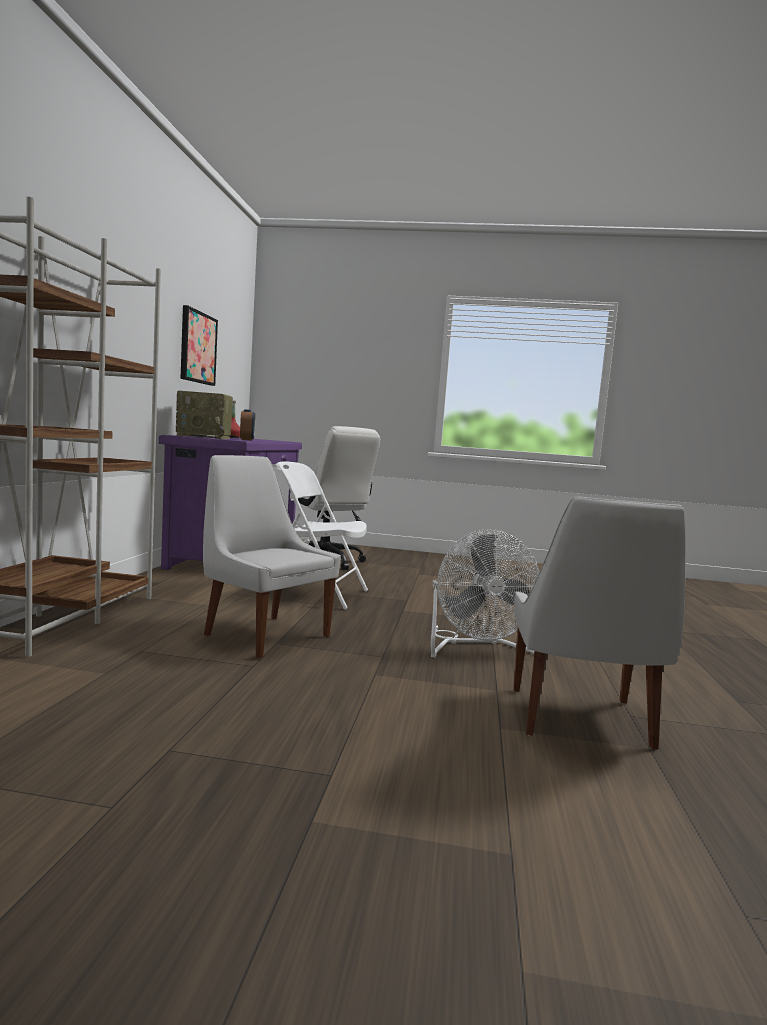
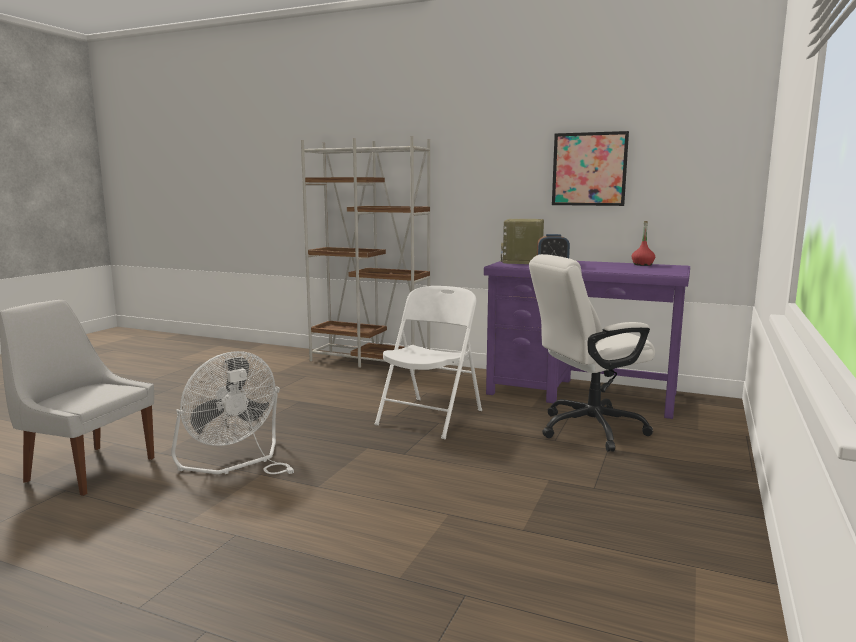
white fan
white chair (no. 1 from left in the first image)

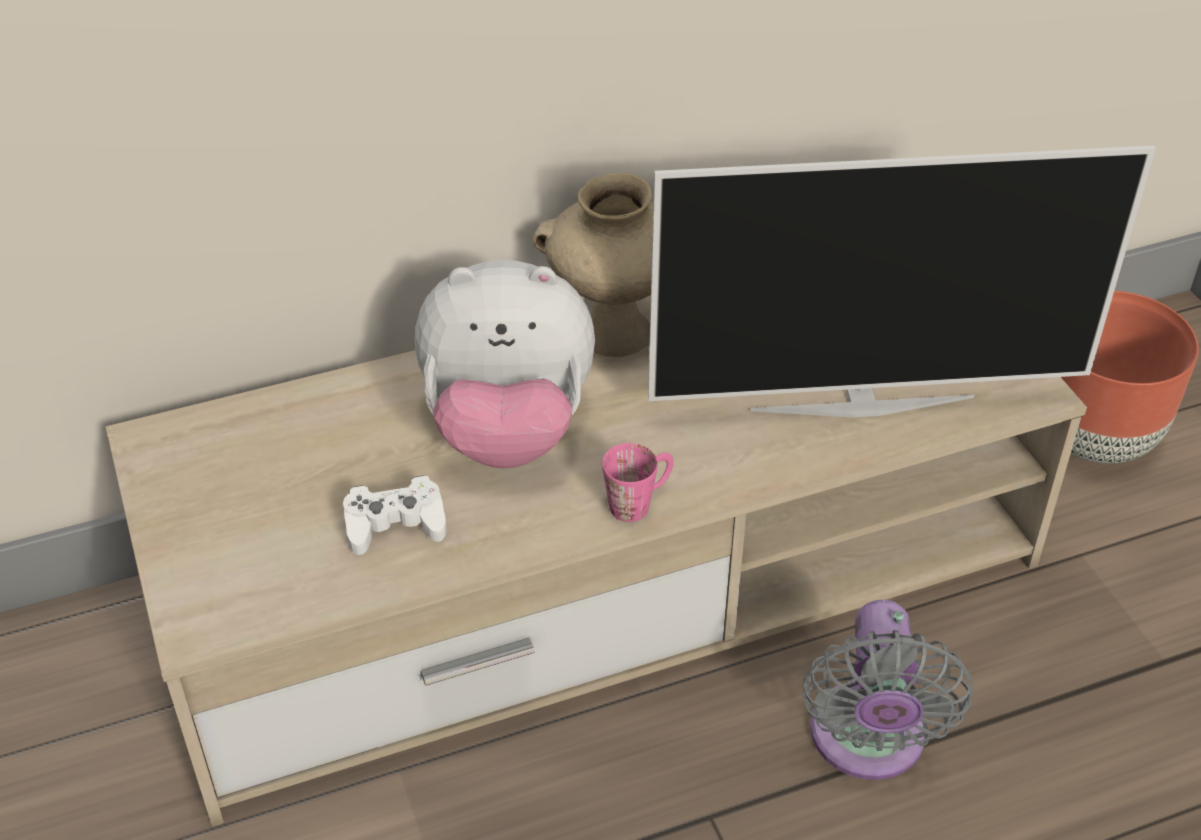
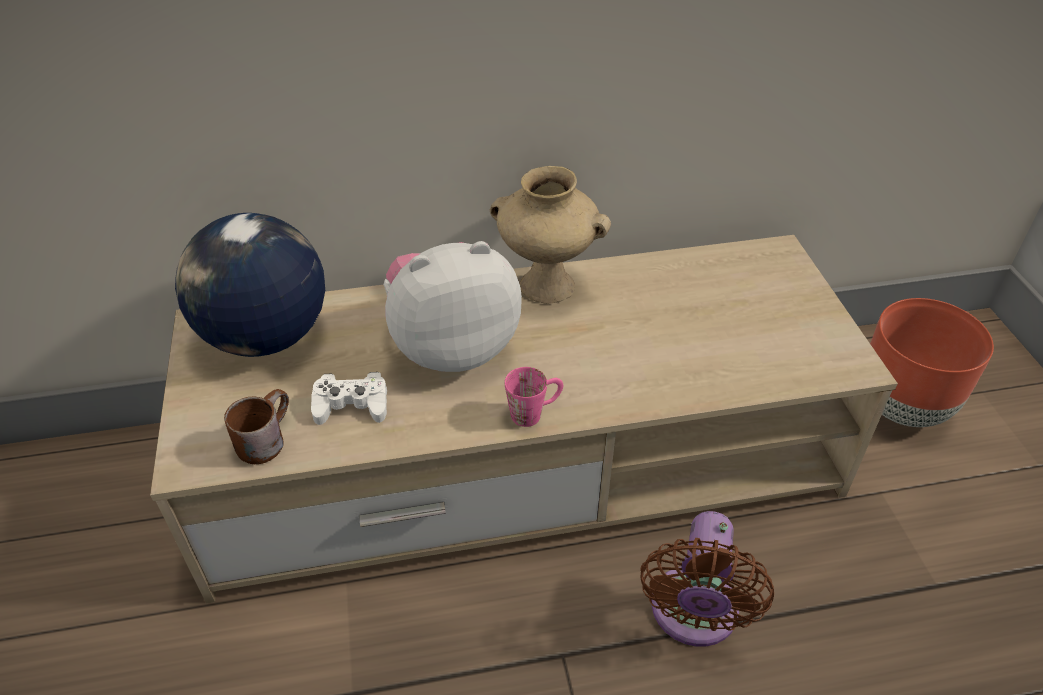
globe
brown mug
plush toy
brown fan
television

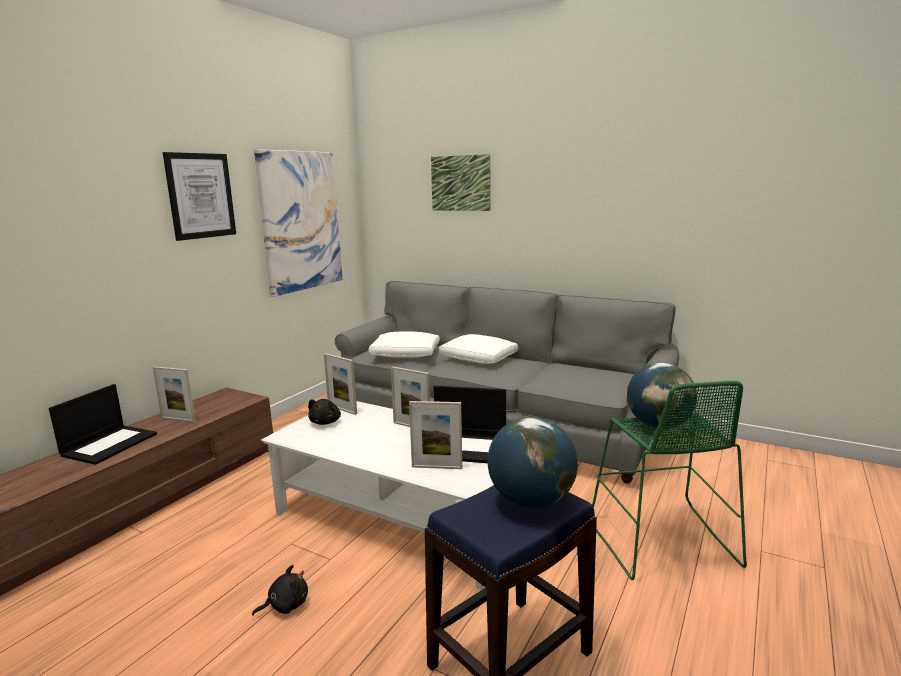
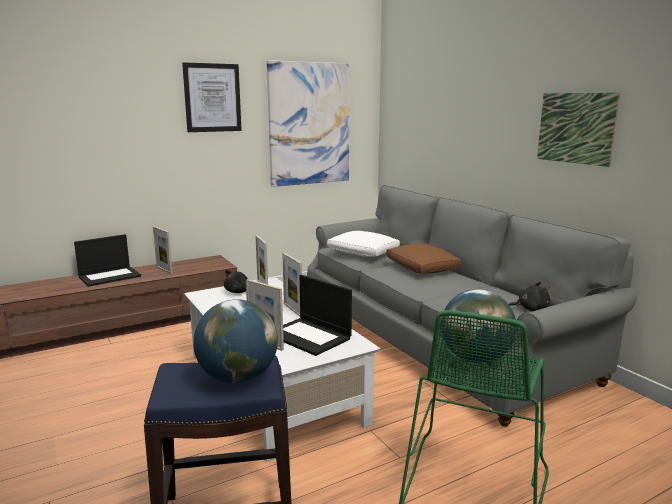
brown pillow
black plush toy (no. 2 from left)
picture (no. 3 from left)

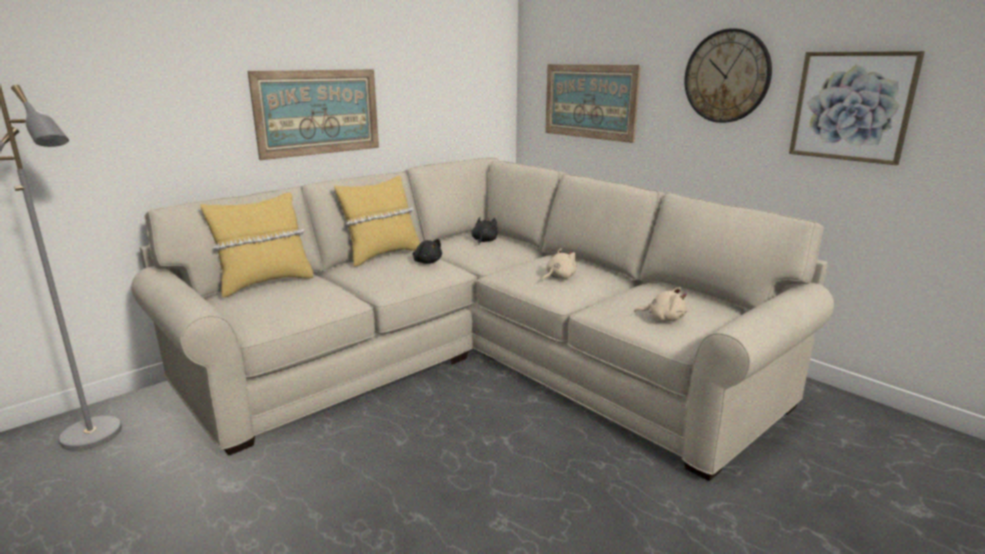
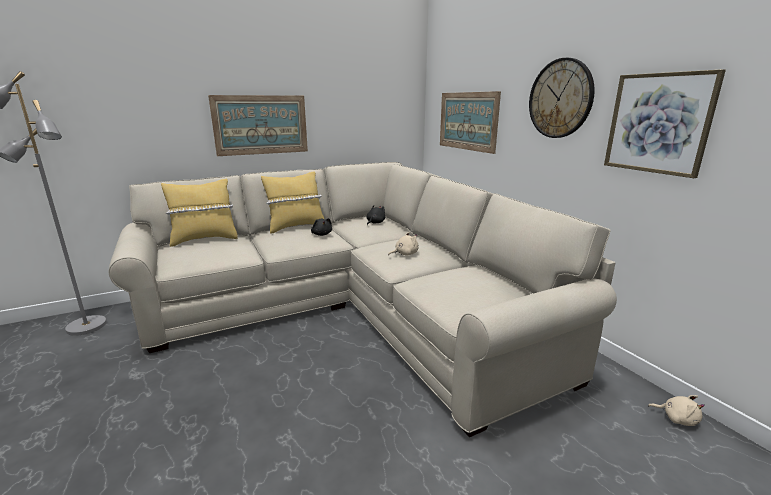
beige plush toy (no. 2 from left)

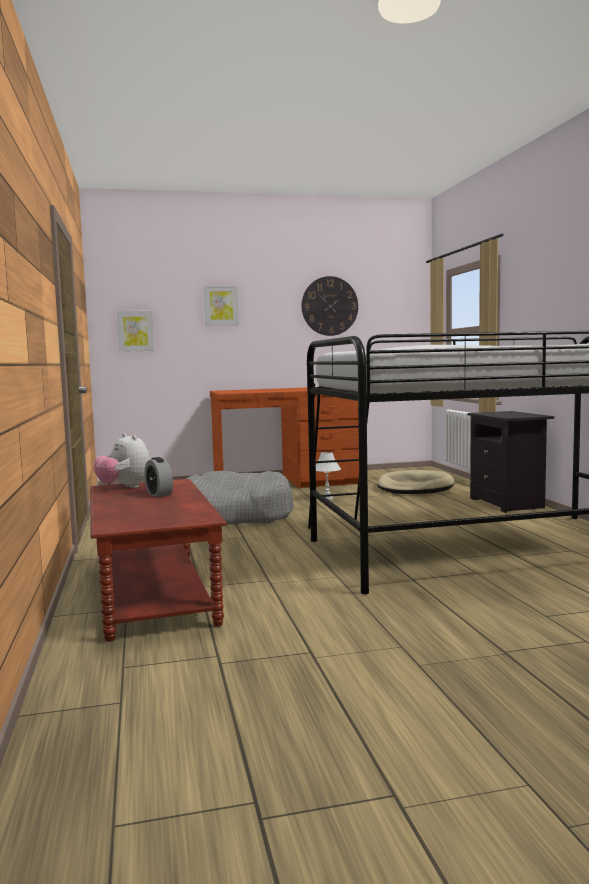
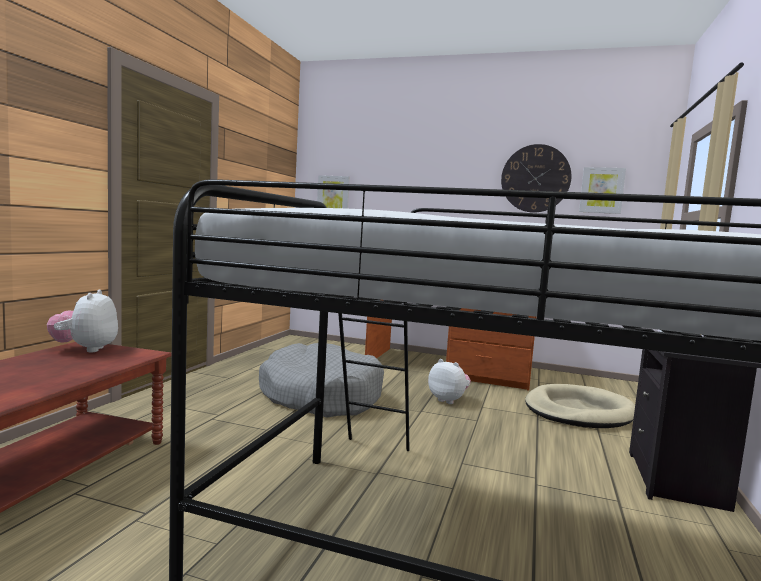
plush toy (no. 2 from left)
picture (no. 2 from left)
alarm clock

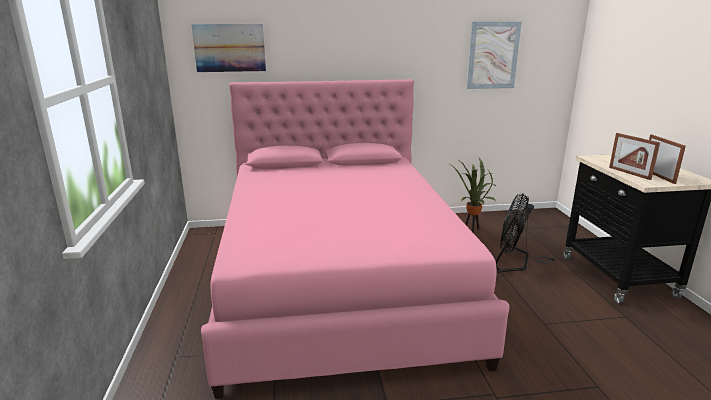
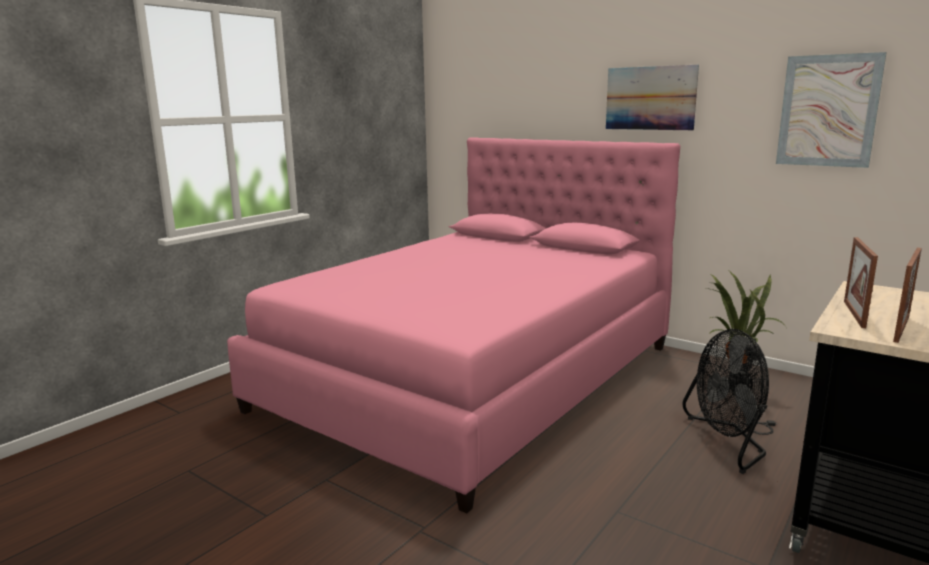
picture (no. 1 from left)
black fan

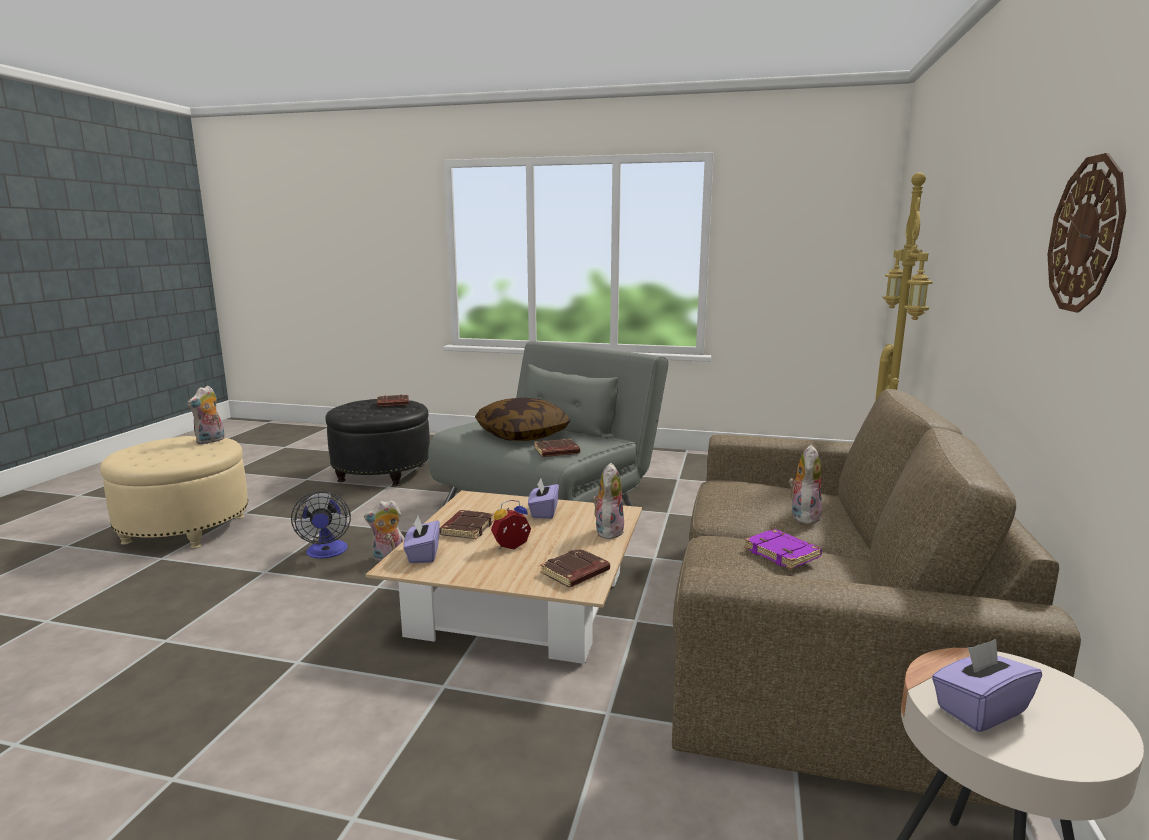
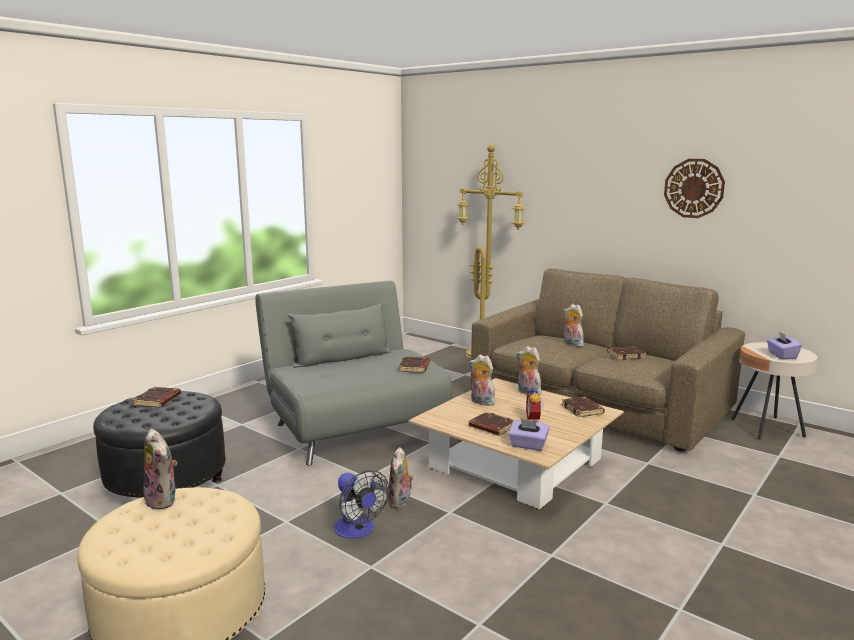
fan
plush toy (no. 3 from left)
brown book (no. 5 from left)
pillow

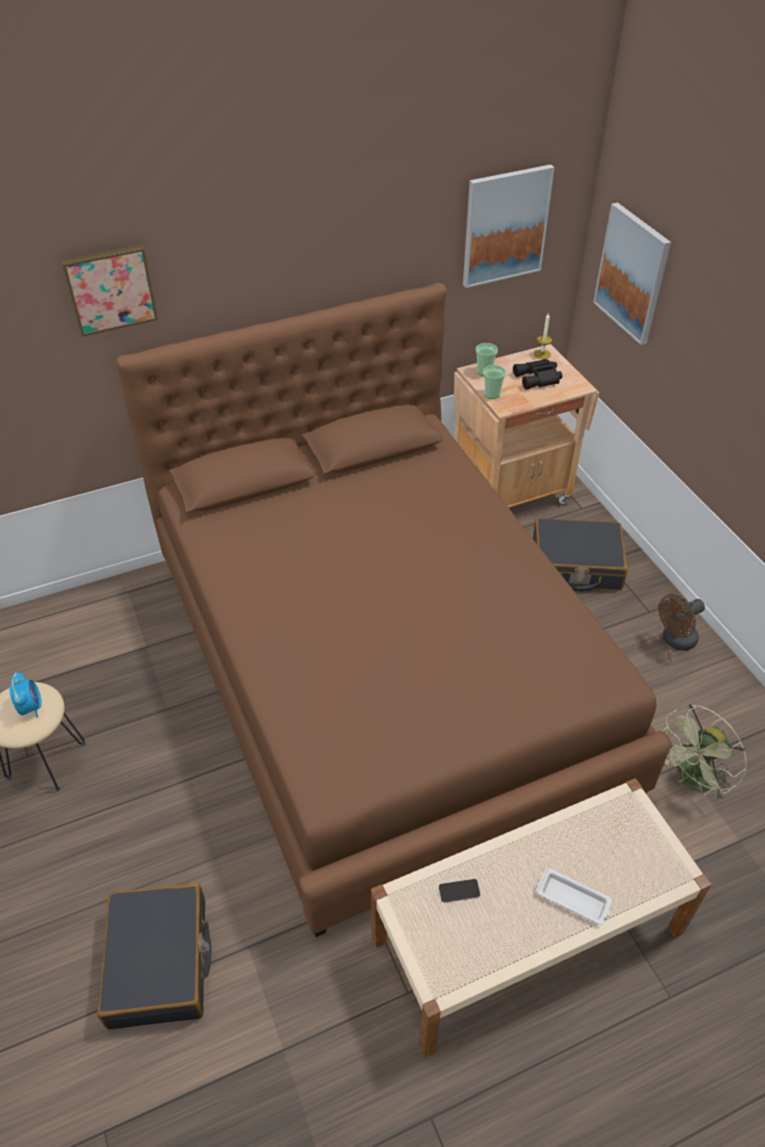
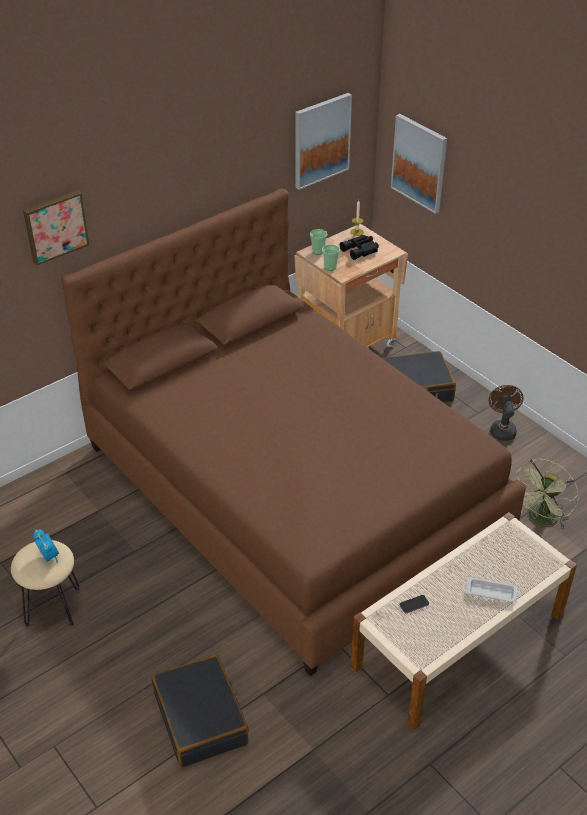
brown fan

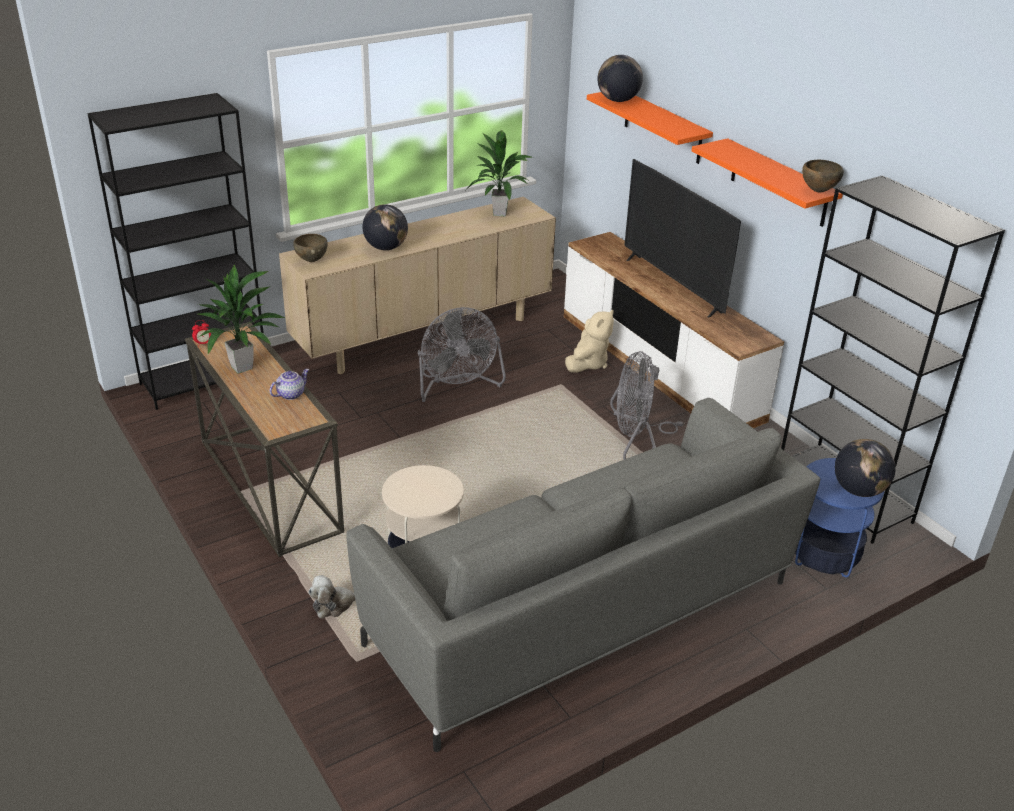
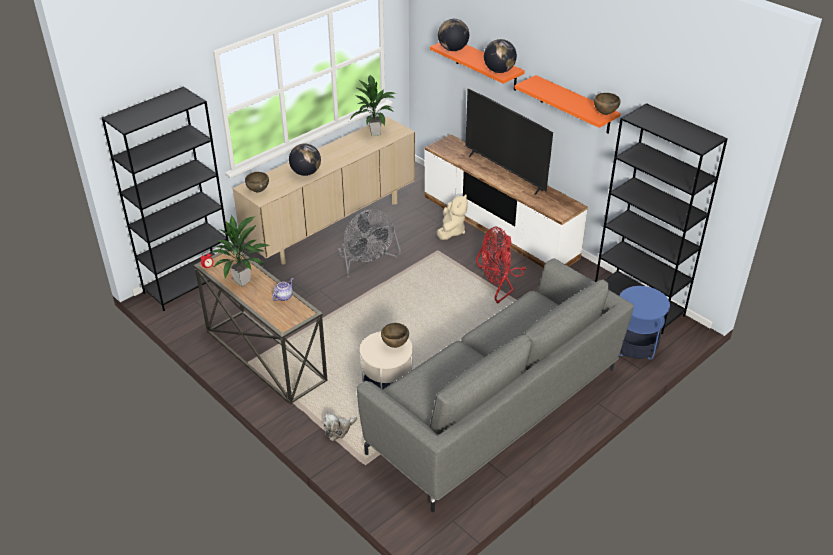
brown bowl (no. 2 from left)
red fan
globe (no. 3 from left)

